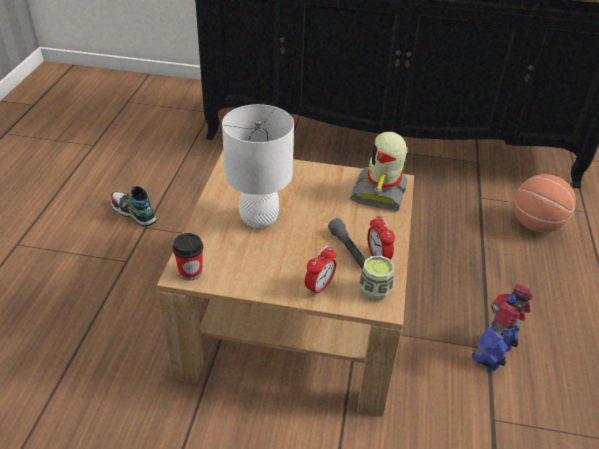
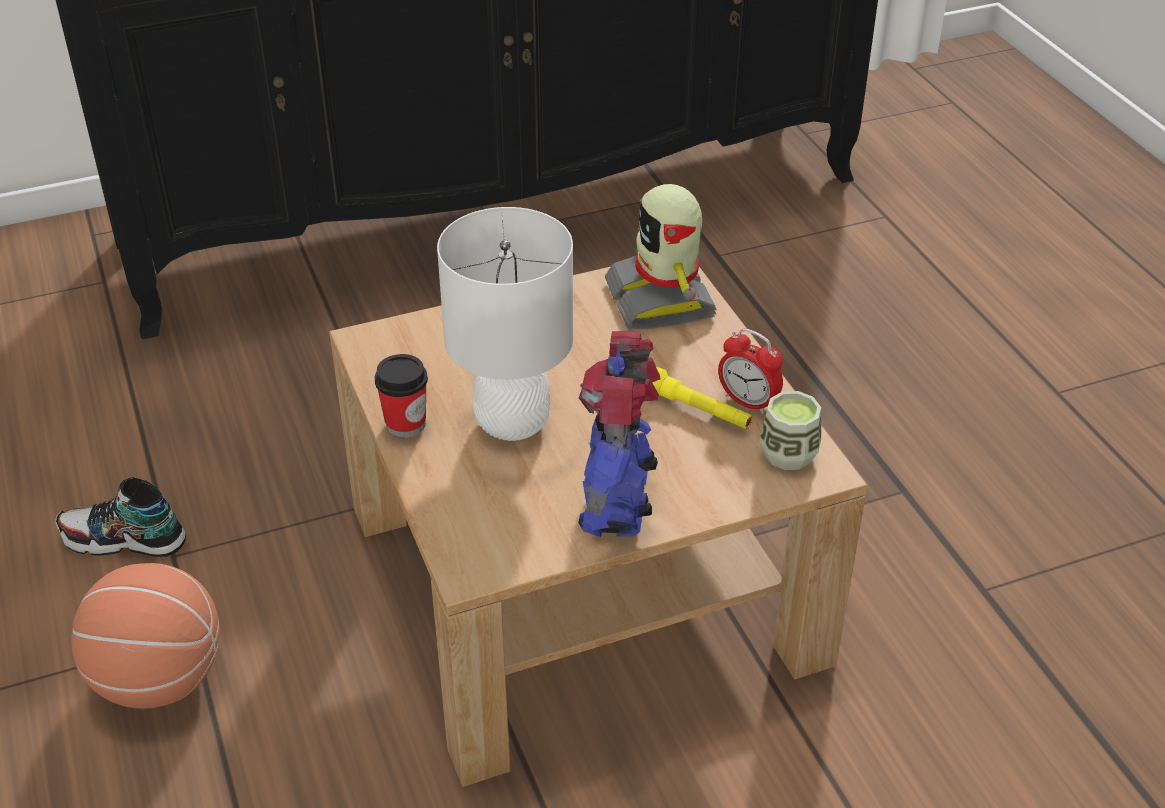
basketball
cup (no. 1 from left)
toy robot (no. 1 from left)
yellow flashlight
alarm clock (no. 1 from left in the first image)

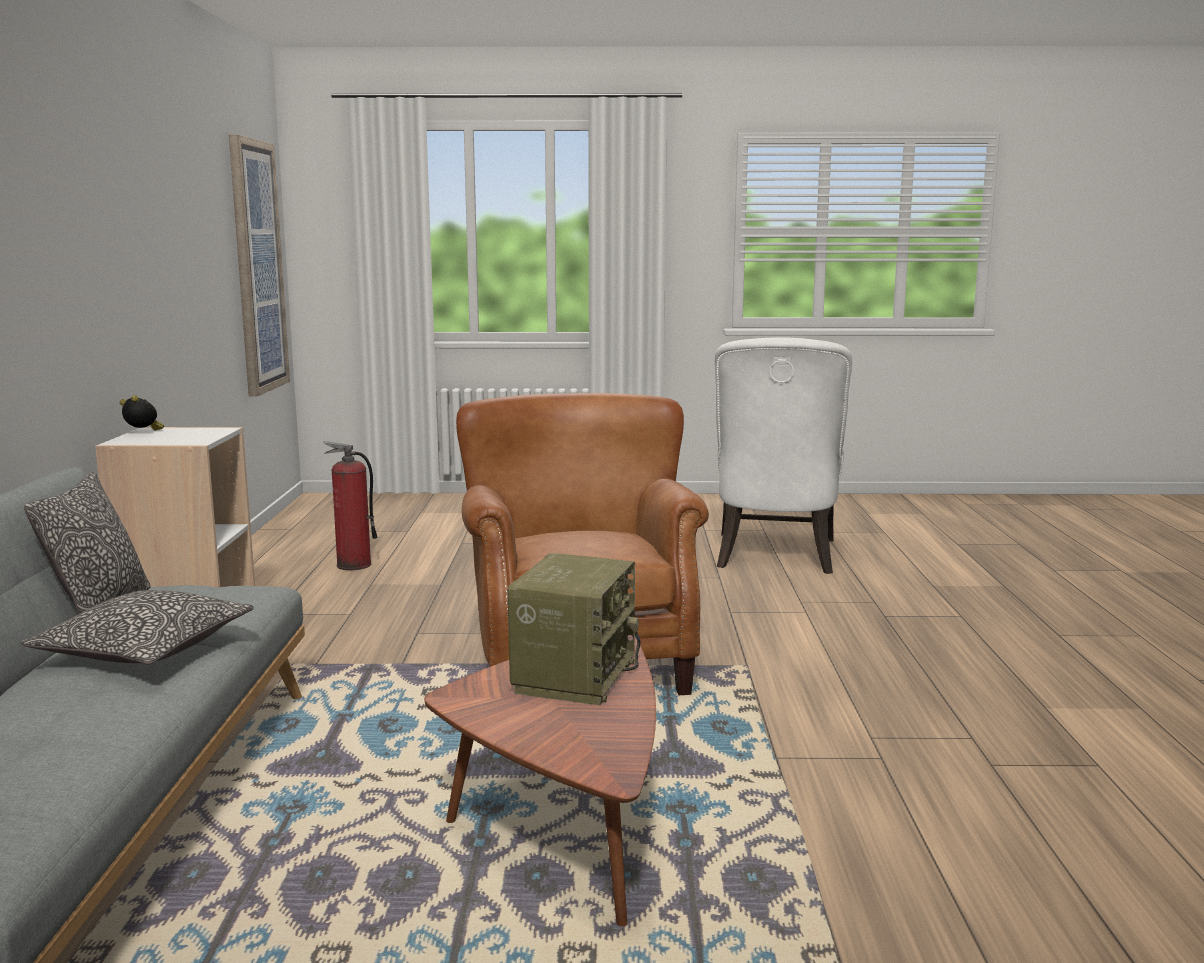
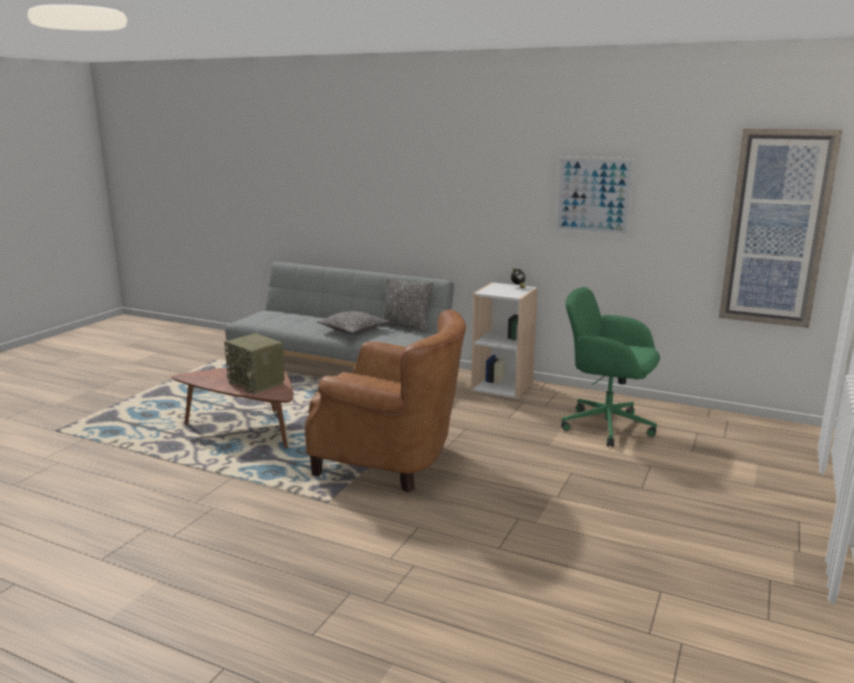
picture (no. 1 from left)
green office chair
white chair

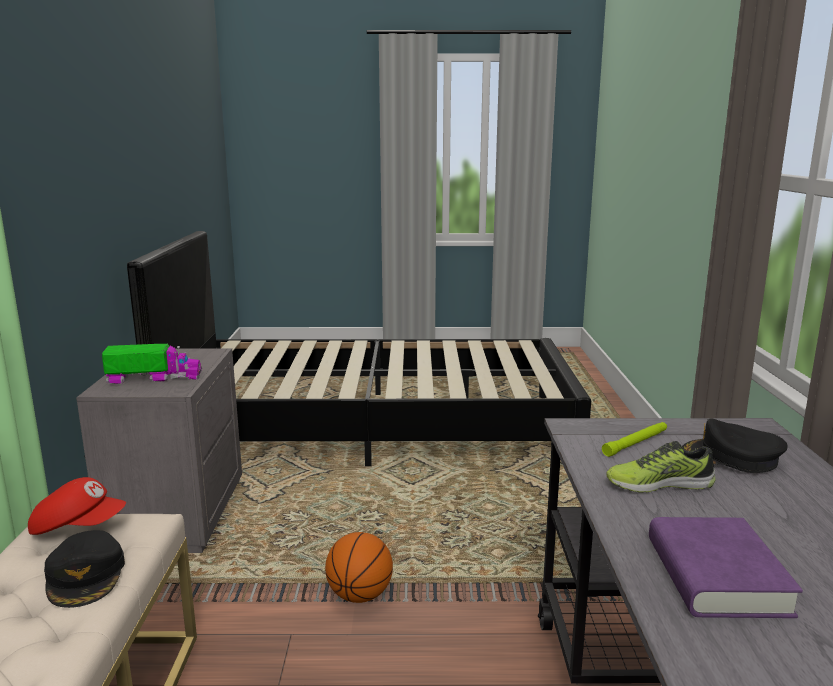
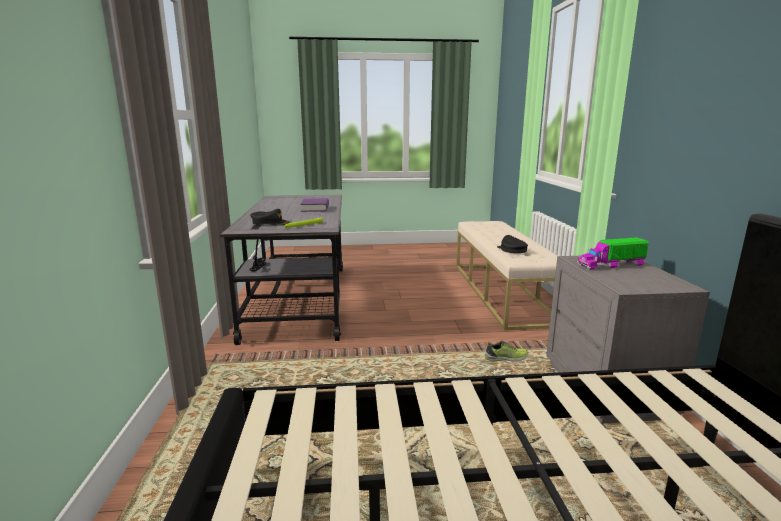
shoe
red cap
basketball

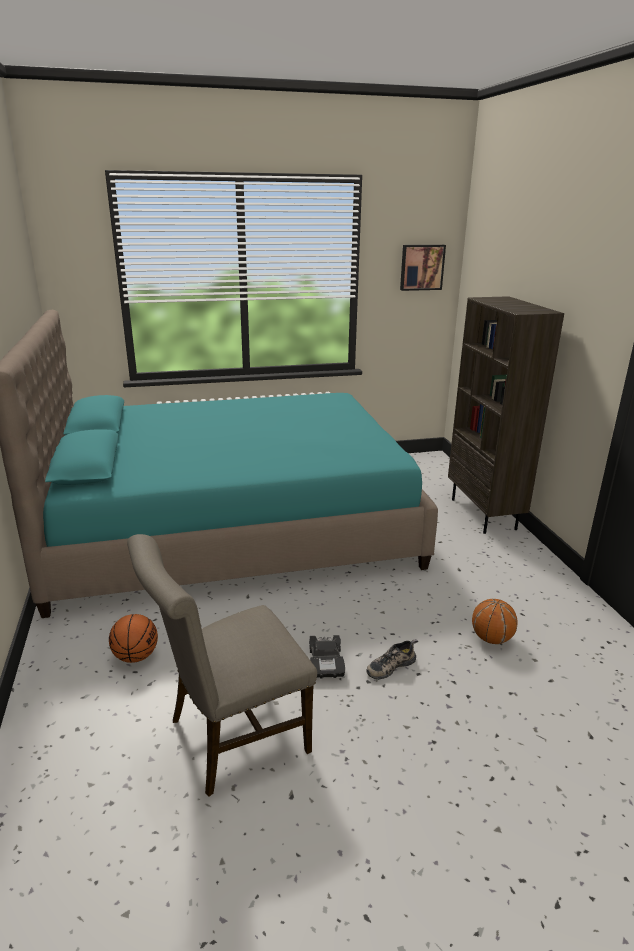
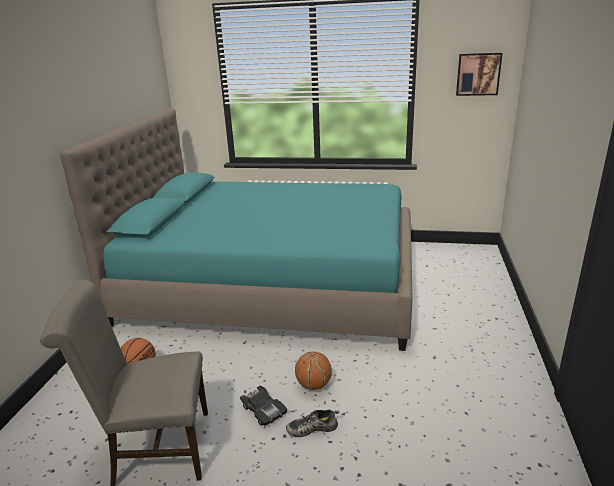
black toy car
basketball (no. 2 from left)
brown bookcase

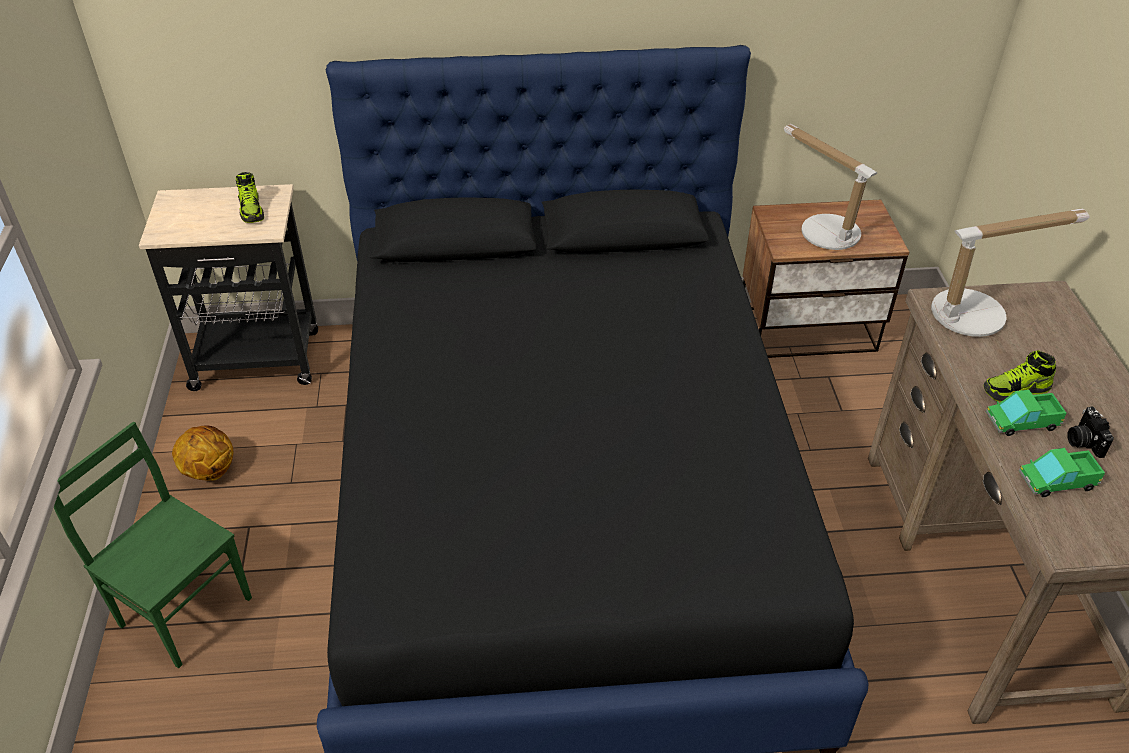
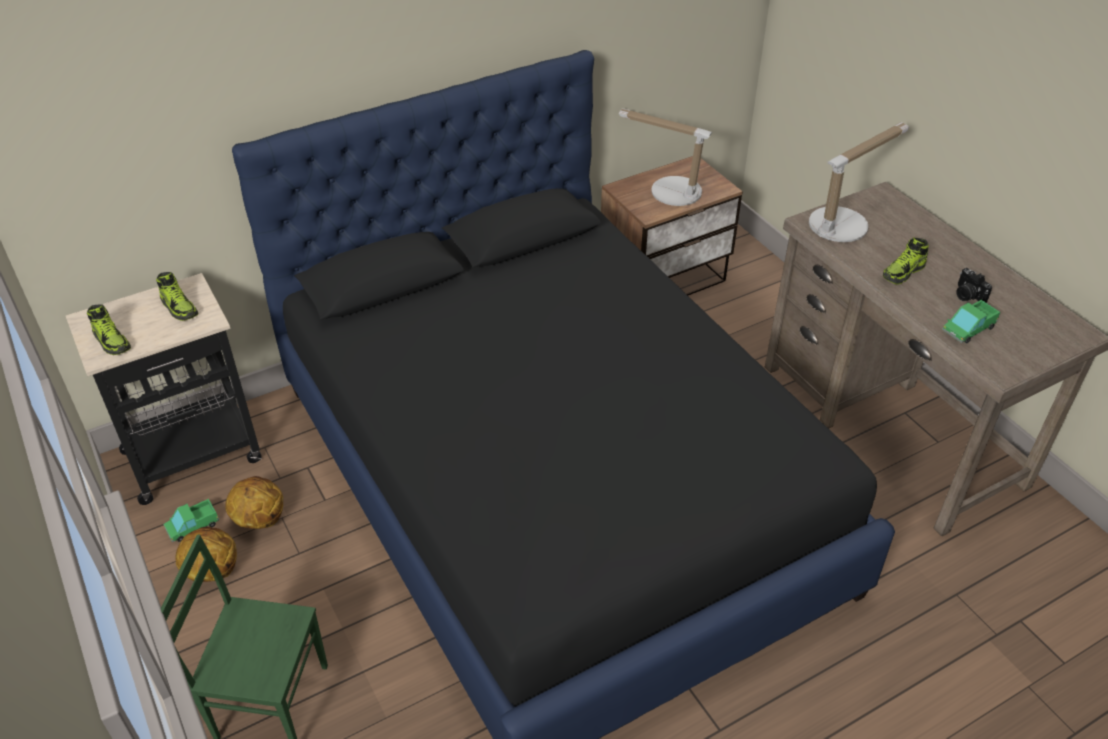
shoe (no. 1 from left)
toy truck (no. 1 from left)
basketball (no. 2 from left)

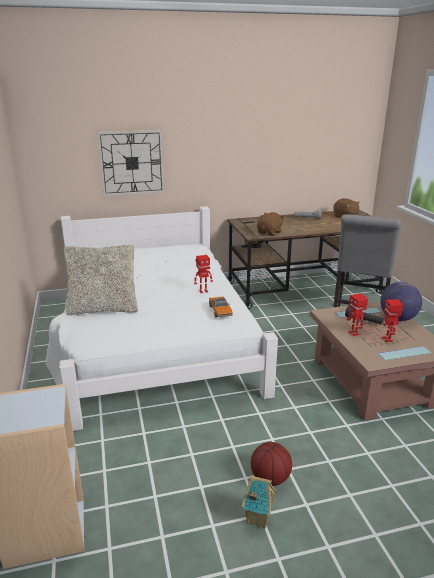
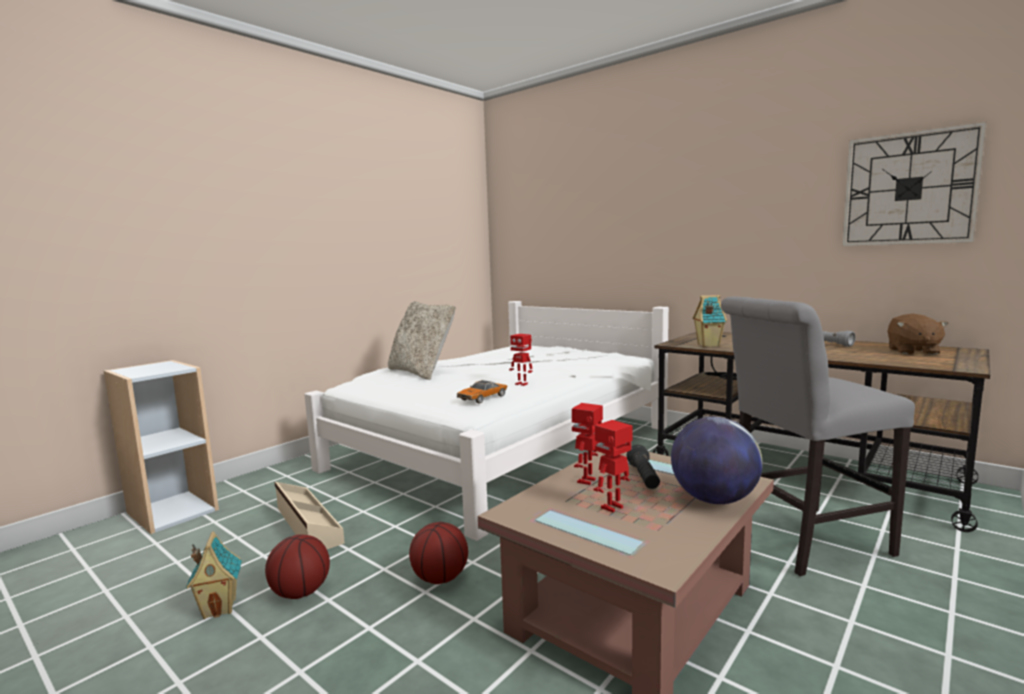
beige storage box
basketball (no. 2 from left)
toy house (no. 2 from left)
wall clock

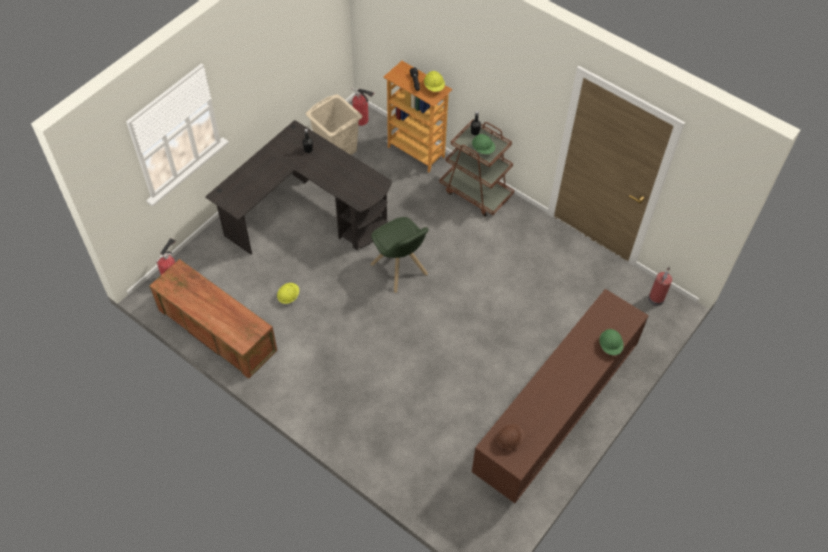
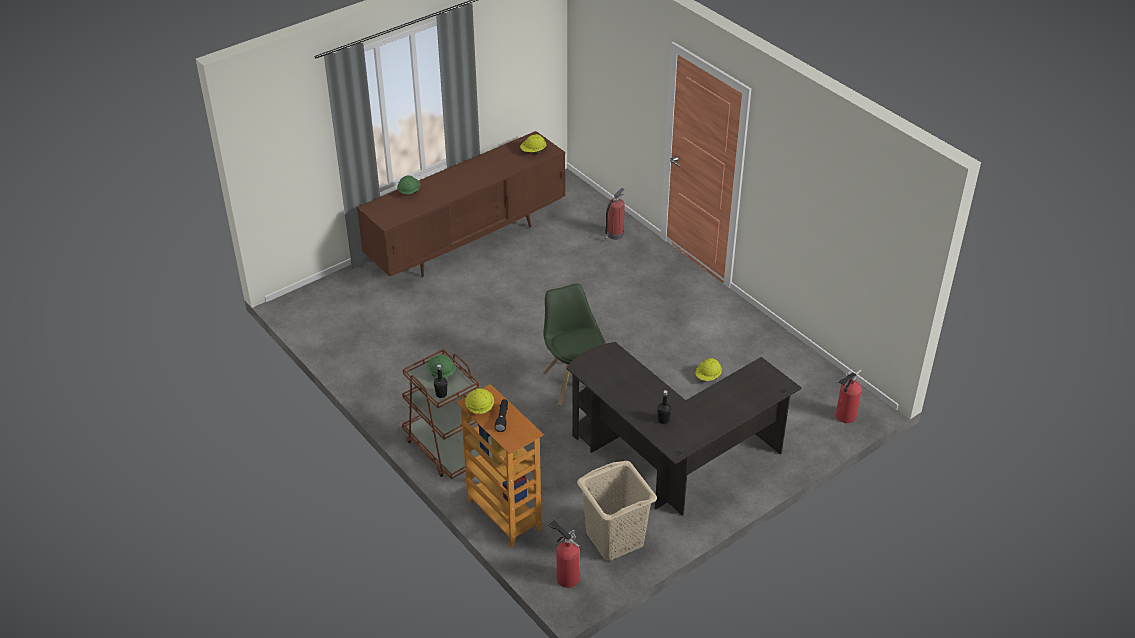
yellow hard hat (no. 2 from left)
fire extinguisher (no. 2 from left)
brown bench

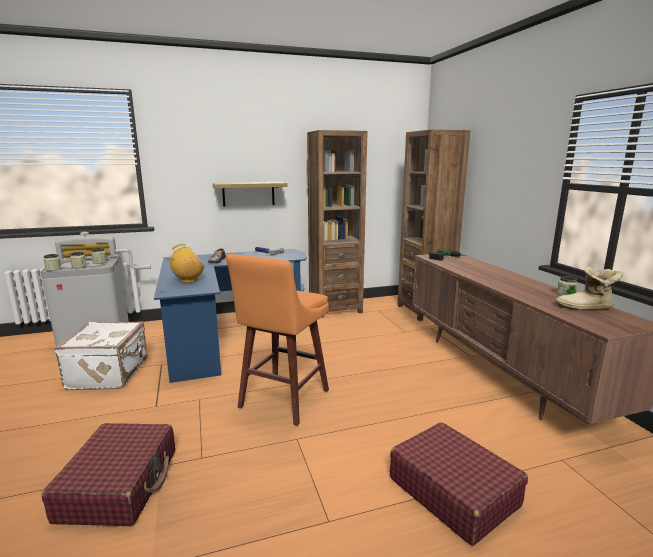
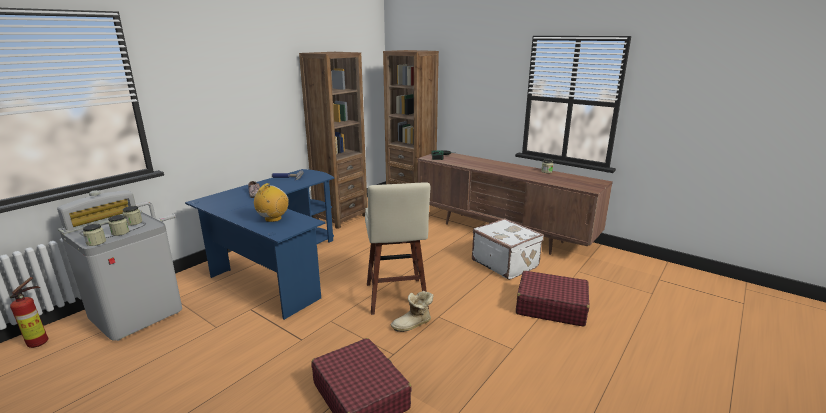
fire extinguisher
beige stool
boot
white suitcase
shelf

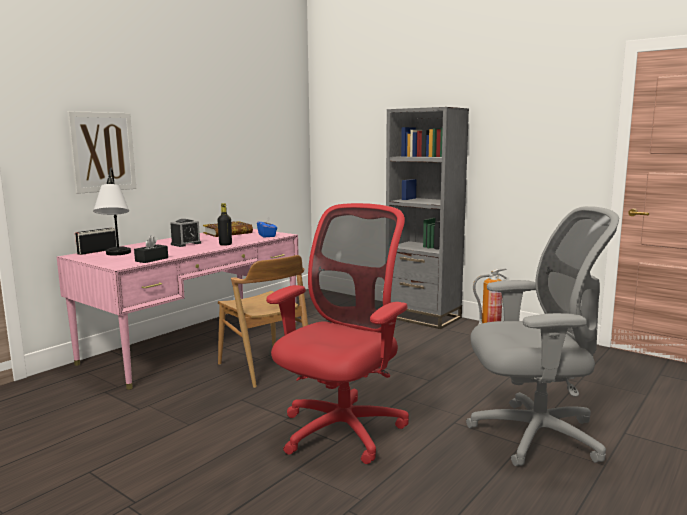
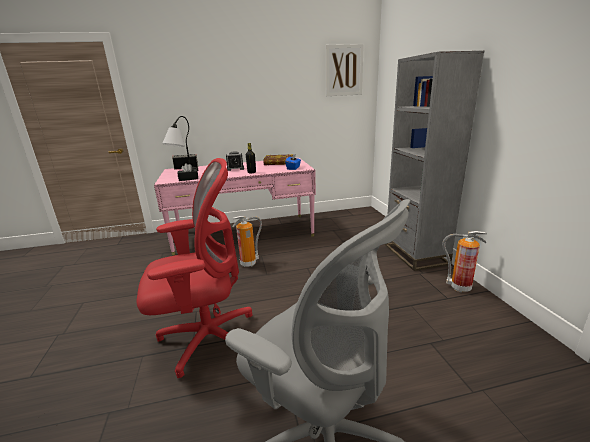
fire extinguisher (no. 1 from left)
picture

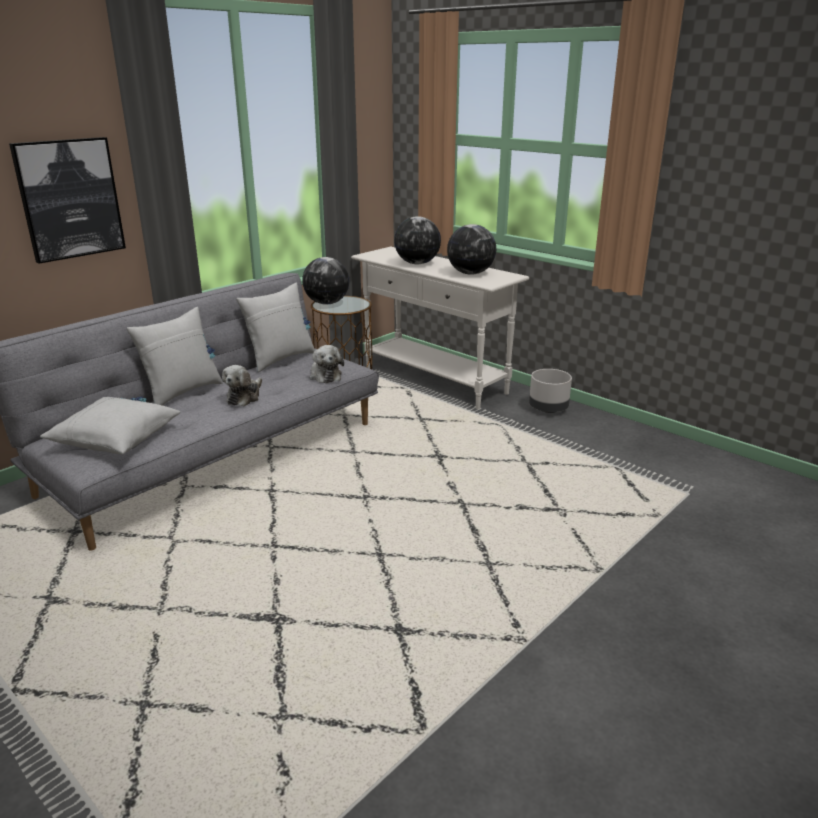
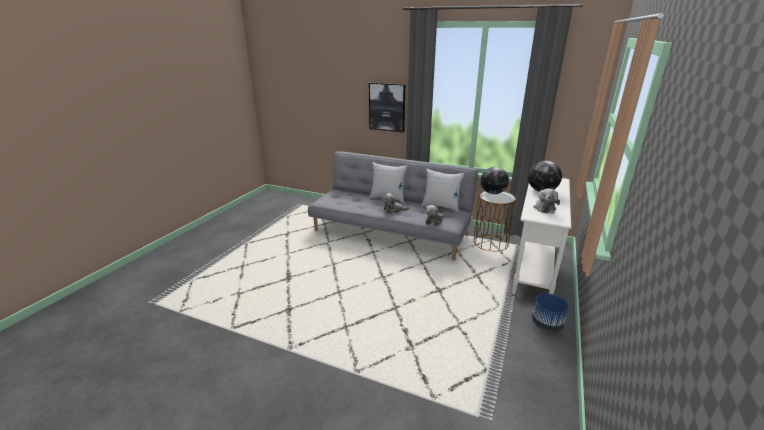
blue planter
plush toy (no. 3 from left)
grey pillow (no. 1 from left in the first image)

